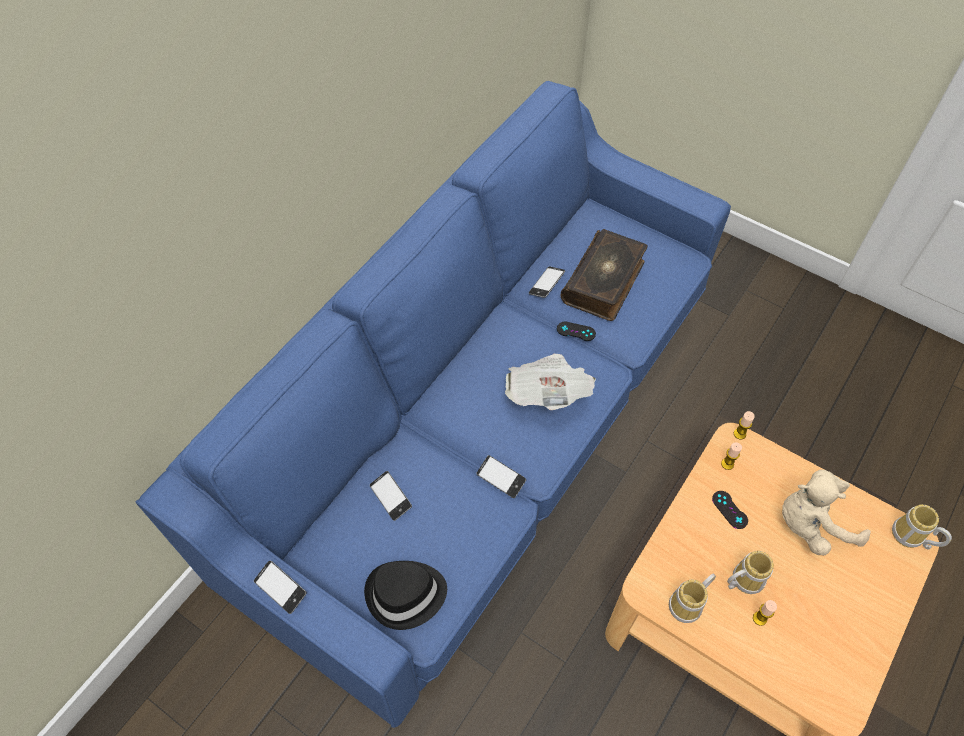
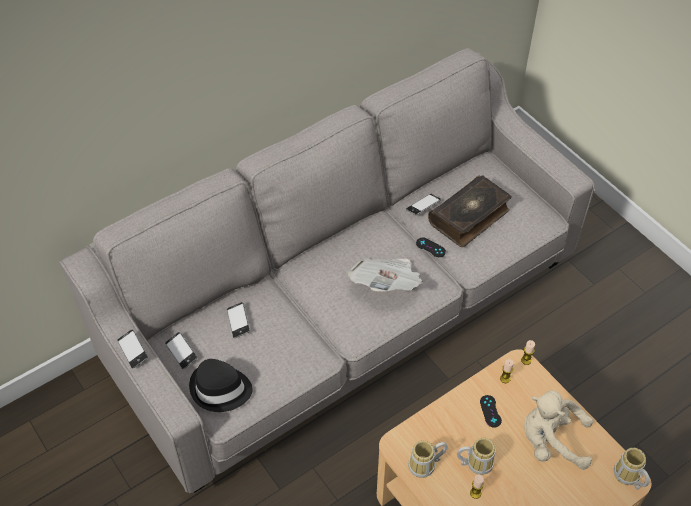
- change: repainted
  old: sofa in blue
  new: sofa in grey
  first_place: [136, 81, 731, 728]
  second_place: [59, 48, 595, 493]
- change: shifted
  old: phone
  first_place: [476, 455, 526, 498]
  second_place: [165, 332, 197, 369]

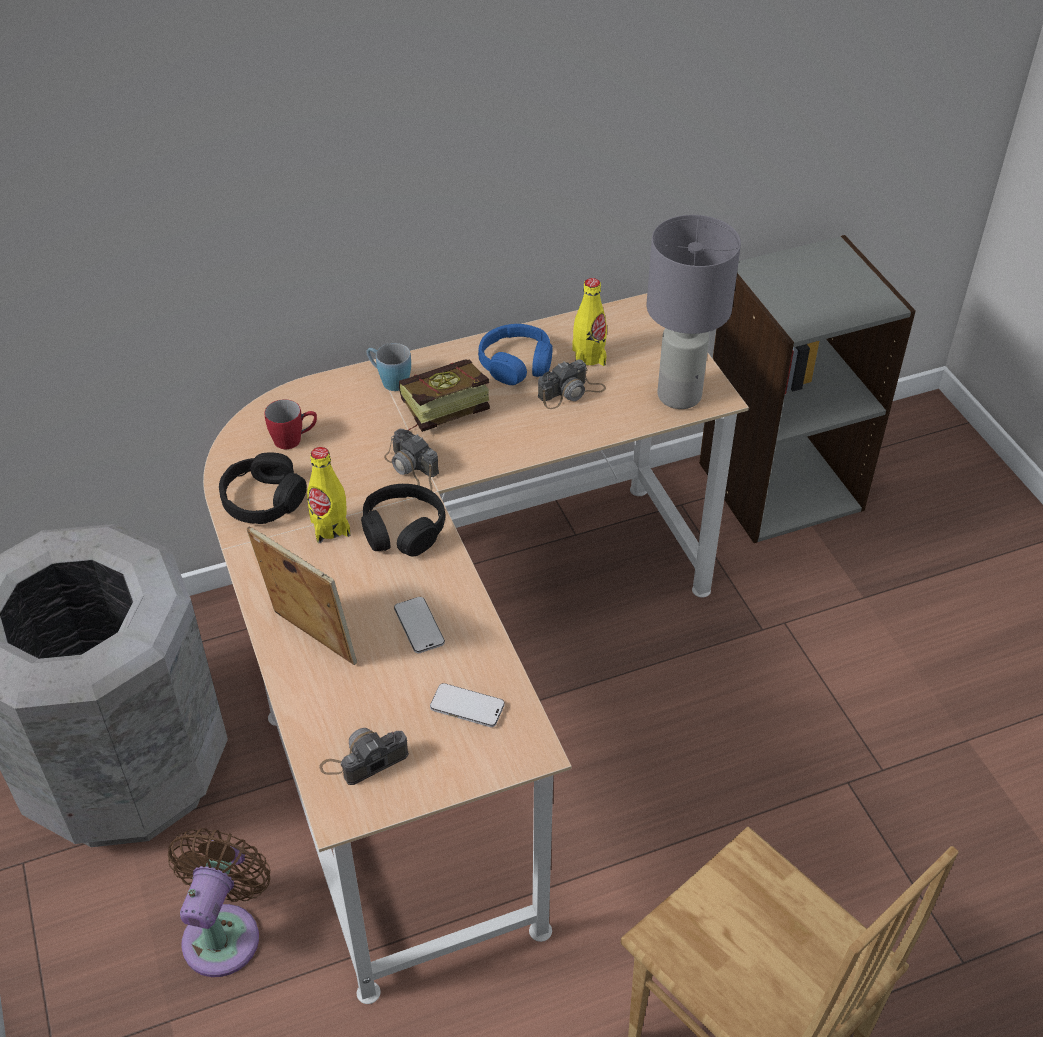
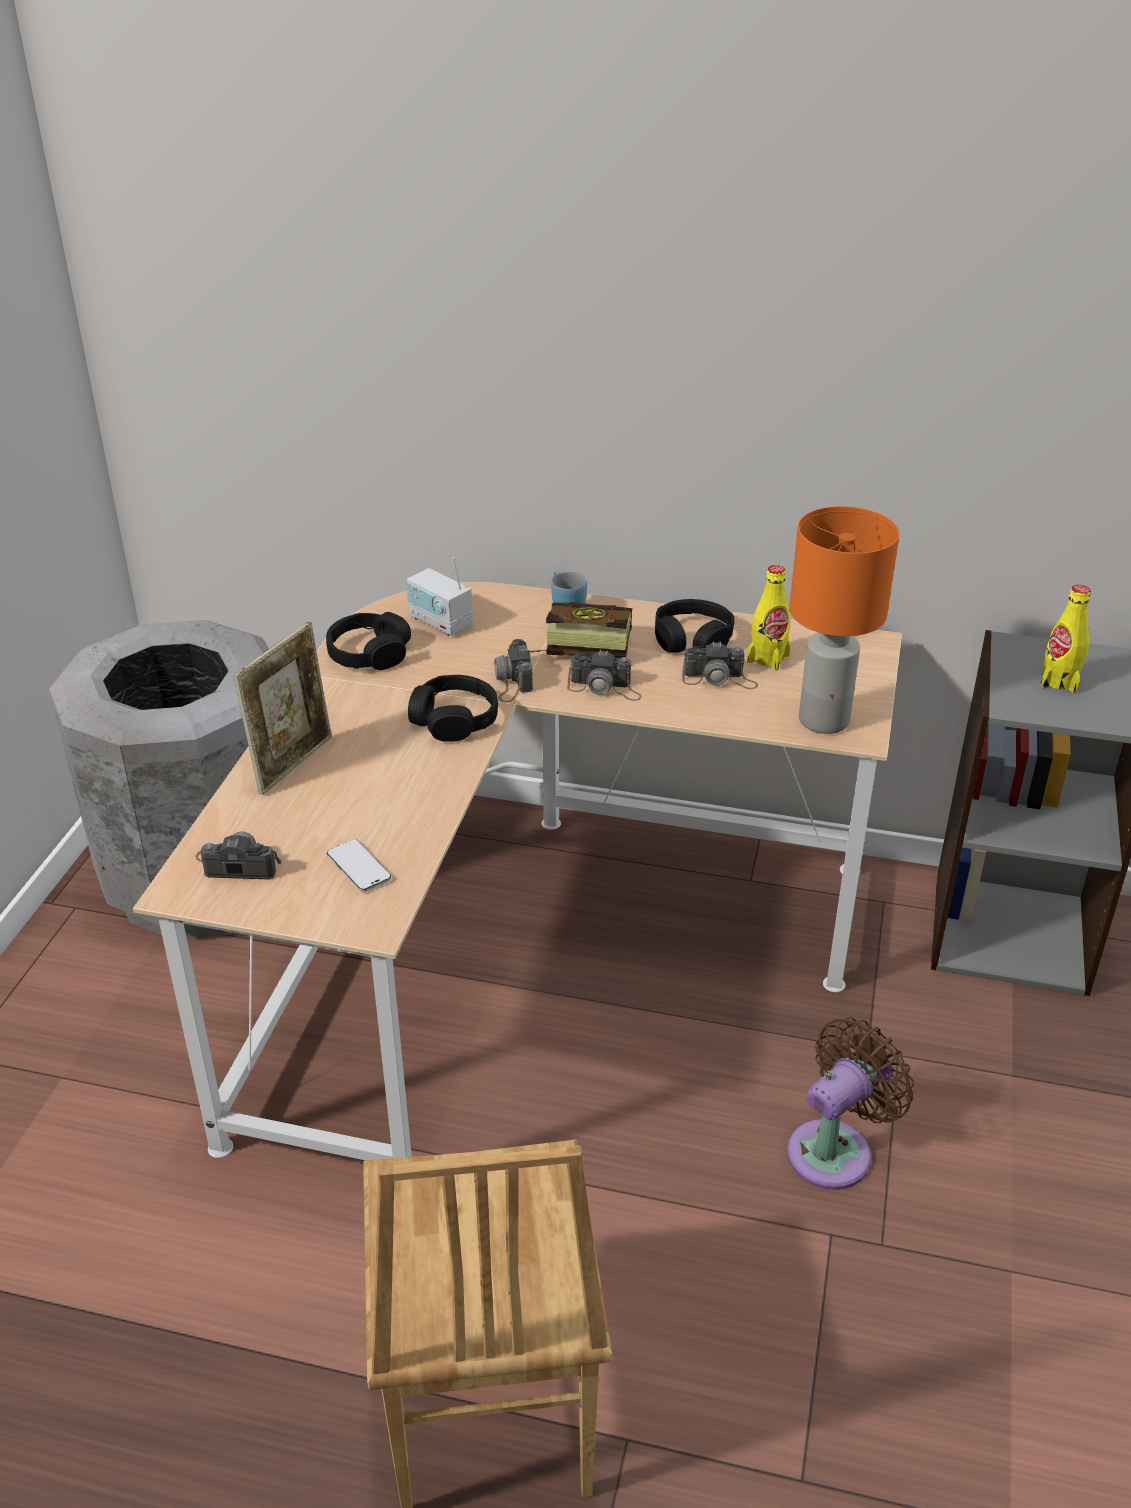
- change: rotated
  old: picture frame
  first_place: [247, 526, 357, 665]
  second_place: [233, 622, 332, 795]
  degrees: 45
- change: swapped
  old: mug in red
  new: radio
  first_place: [265, 400, 317, 449]
  second_place: [407, 557, 473, 636]
- change: new
  new: photo camera
  second_place: [567, 650, 642, 701]
- change: repainted
  old: headphones in blue
  new: headphones in black
  first_place: [478, 324, 553, 385]
  second_place: [655, 599, 734, 653]
- change: shifted
  old: fan in brown
  first_place: [168, 828, 270, 977]
  second_place: [787, 1017, 914, 1190]
- change: repainted
  old: table lamp in grey
  new: table lamp in orange
  first_place: [647, 215, 741, 409]
  second_place: [789, 506, 899, 734]
- change: shifted
  old: bottle in yellow
  first_place: [307, 447, 351, 543]
  second_place: [1041, 585, 1091, 693]
- change: gone
  old: phone
  first_place: [394, 597, 445, 653]

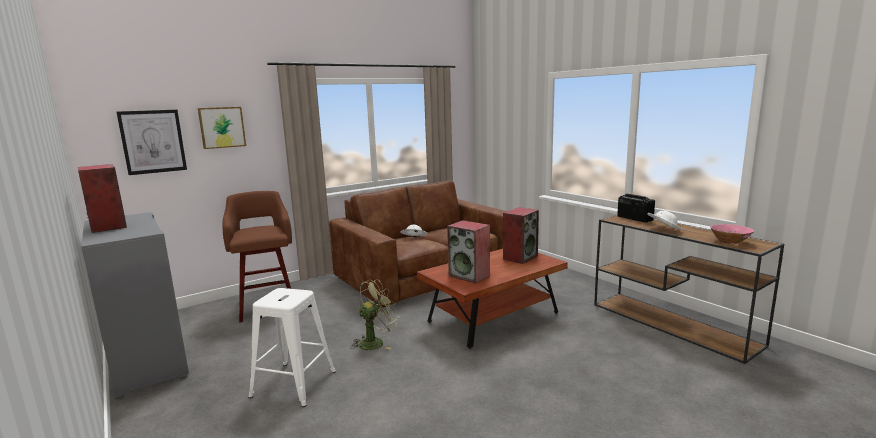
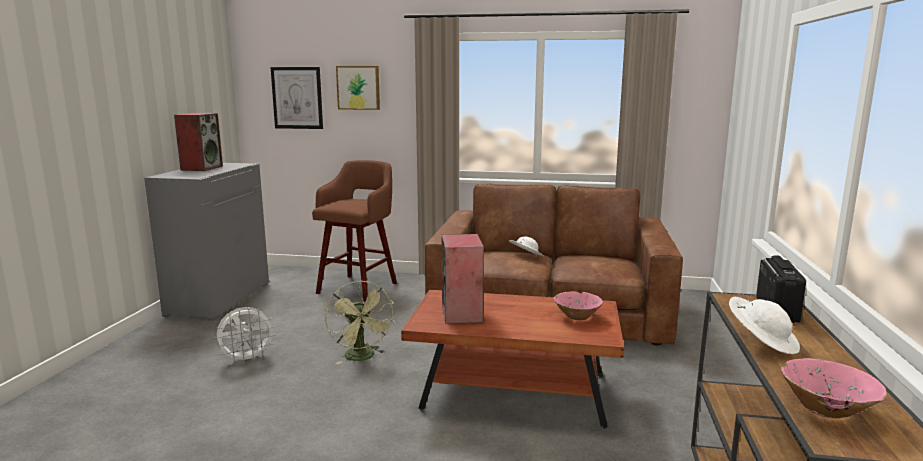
- change: swapped
  old: stool in white
  new: fan in white
  first_place: [248, 288, 336, 407]
  second_place: [214, 307, 277, 364]
- change: rotated
  old: fan in green
  first_place: [350, 279, 399, 350]
  second_place: [325, 281, 395, 364]
  degrees: 60
- change: swapped
  old: speaker
  new: bowl in pink
  first_place: [503, 207, 539, 264]
  second_place: [554, 291, 603, 320]

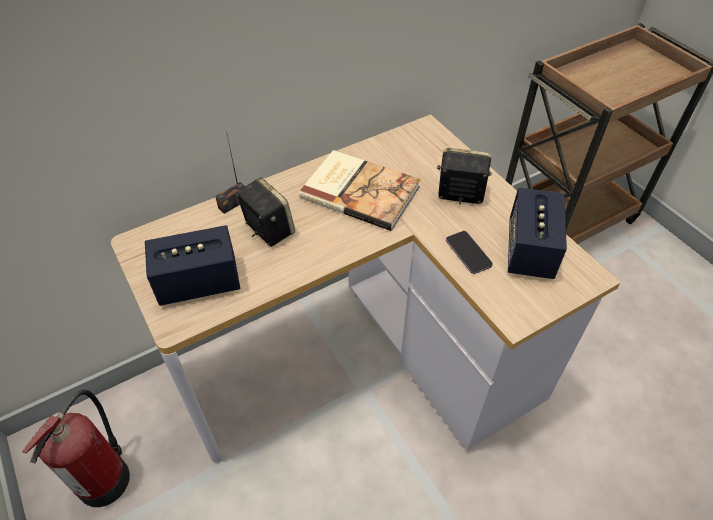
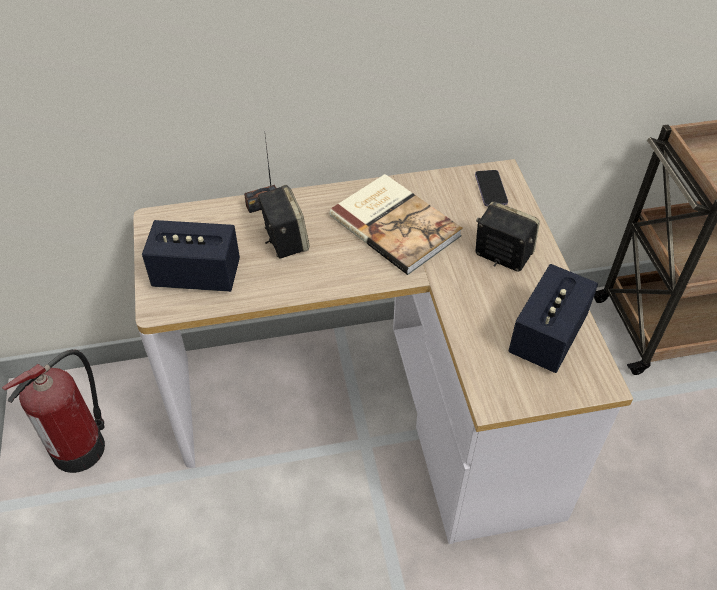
- change: shifted
  old: phone
  first_place: [446, 231, 493, 274]
  second_place: [475, 170, 508, 206]

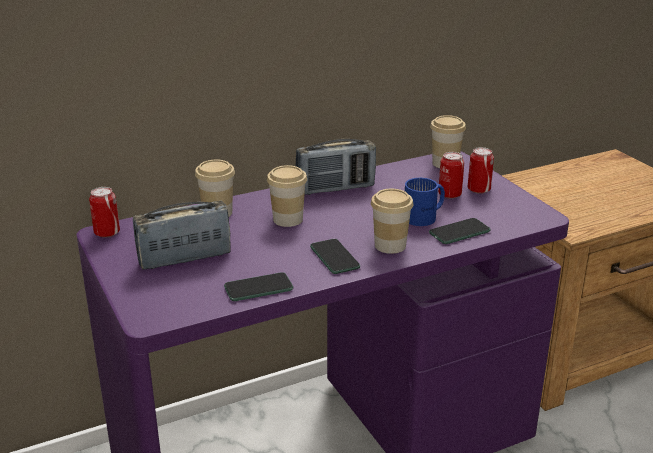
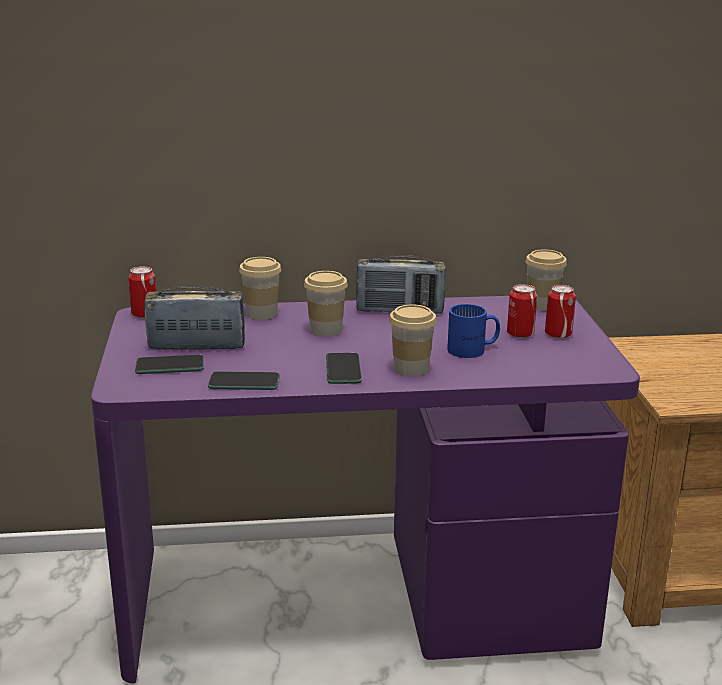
- change: shifted
  old: phone
  first_place: [429, 218, 490, 244]
  second_place: [135, 355, 204, 374]

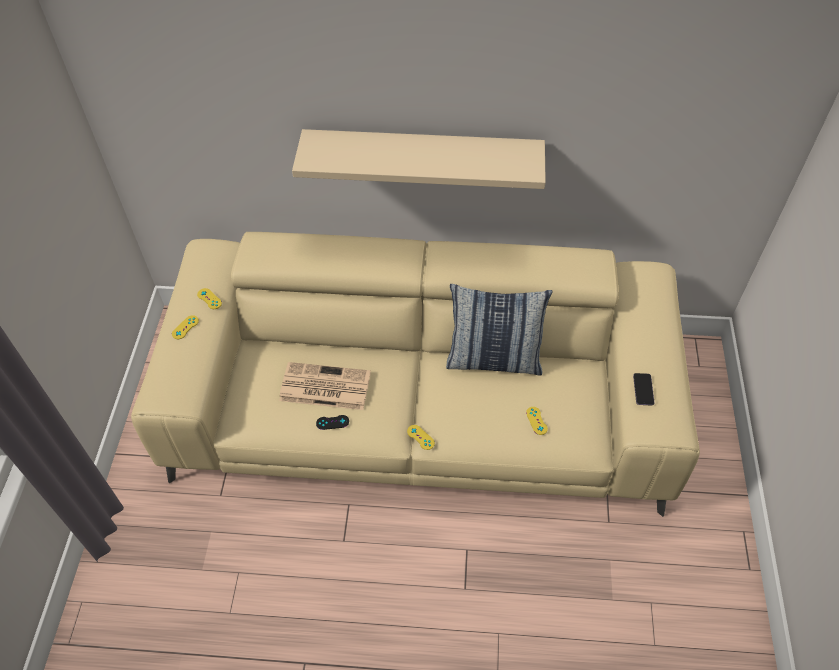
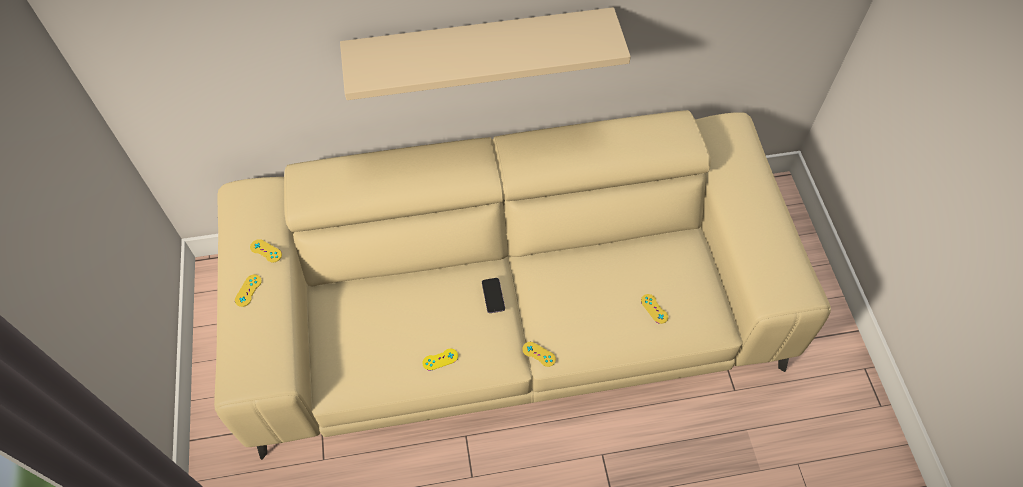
- change: repainted
  old: game controller in black
  new: game controller in yellow
  first_place: [316, 415, 349, 430]
  second_place: [422, 349, 458, 371]
- change: shifted
  old: phone
  first_place: [633, 373, 654, 406]
  second_place: [482, 278, 505, 313]
- change: gone
  old: newspaper
  first_place: [279, 362, 371, 410]
- change: gone
  old: pillow
  first_place: [446, 284, 553, 375]

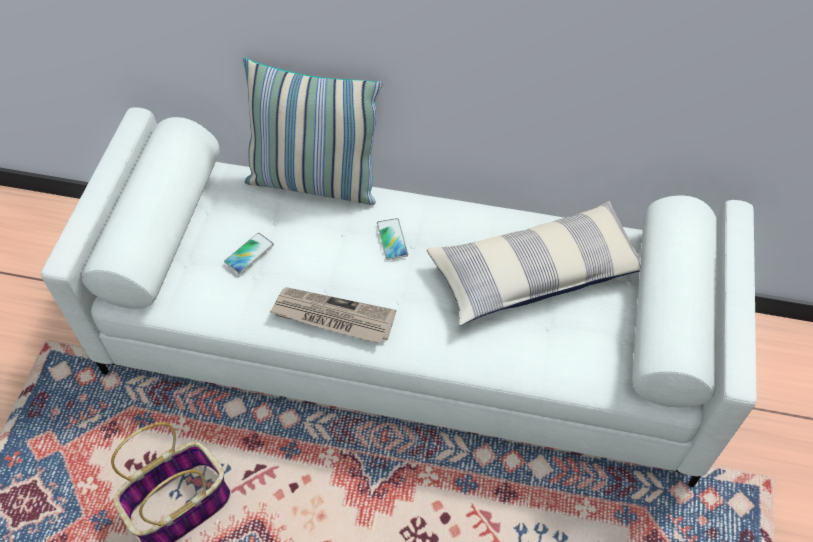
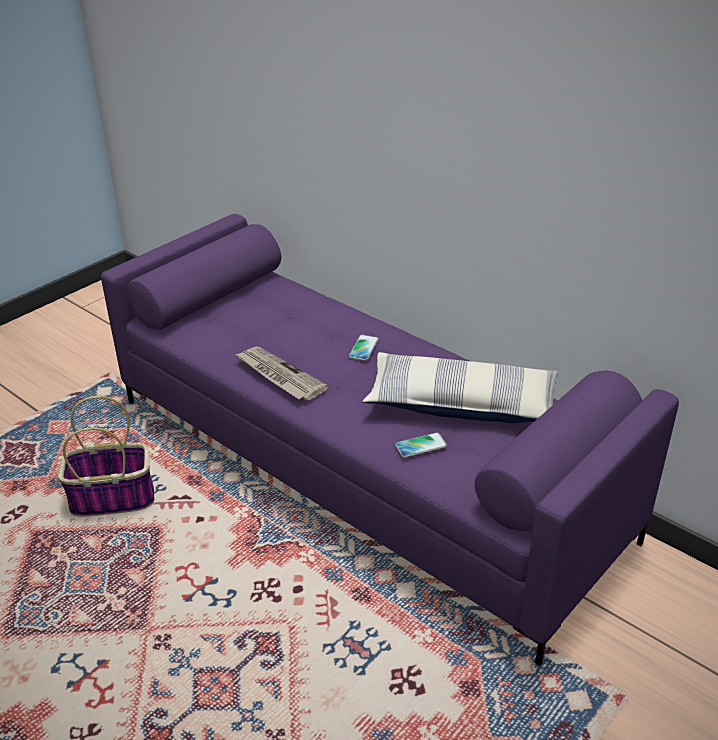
- change: repainted
  old: sofa in white
  new: sofa in purple
  first_place: [41, 107, 757, 487]
  second_place: [101, 214, 679, 666]
- change: shifted
  old: phone
  first_place: [224, 233, 274, 274]
  second_place: [395, 432, 447, 458]
- change: gone
  old: pillow
  first_place: [243, 57, 383, 205]

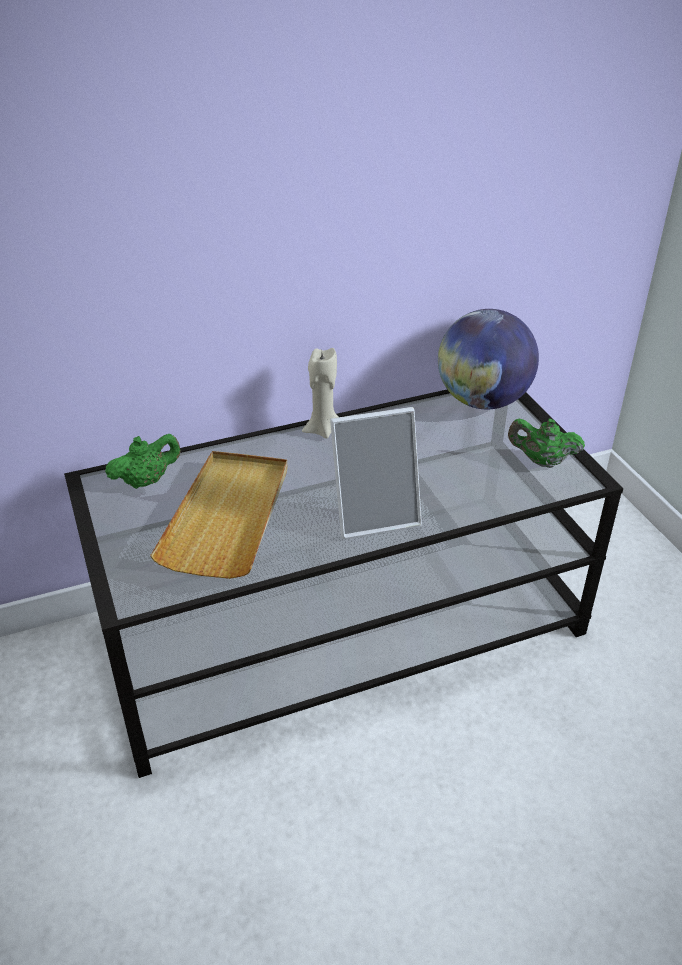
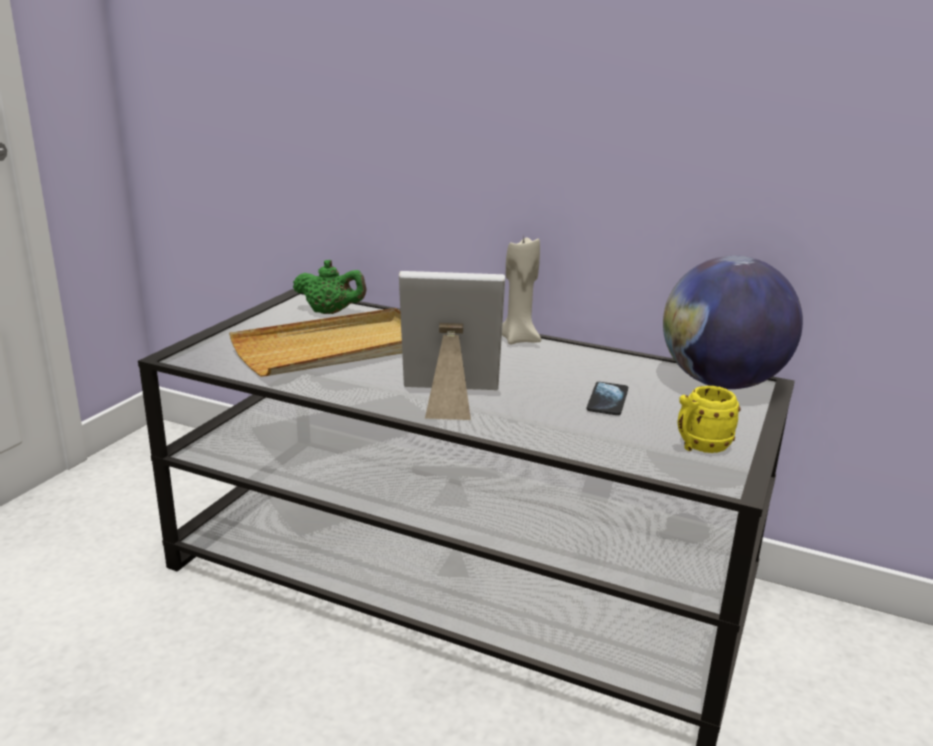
- change: rotated
  old: picture frame
  first_place: [330, 407, 422, 539]
  second_place: [399, 271, 505, 420]
  degrees: 150
- change: new
  new: phone
  second_place: [587, 382, 628, 415]
- change: swapped
  old: teapot in green
  new: mug in yellow
  first_place: [508, 419, 585, 468]
  second_place: [677, 386, 741, 453]

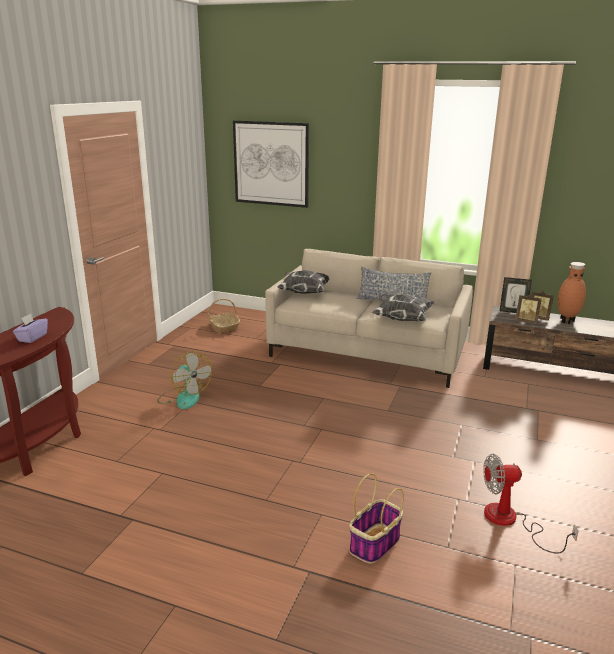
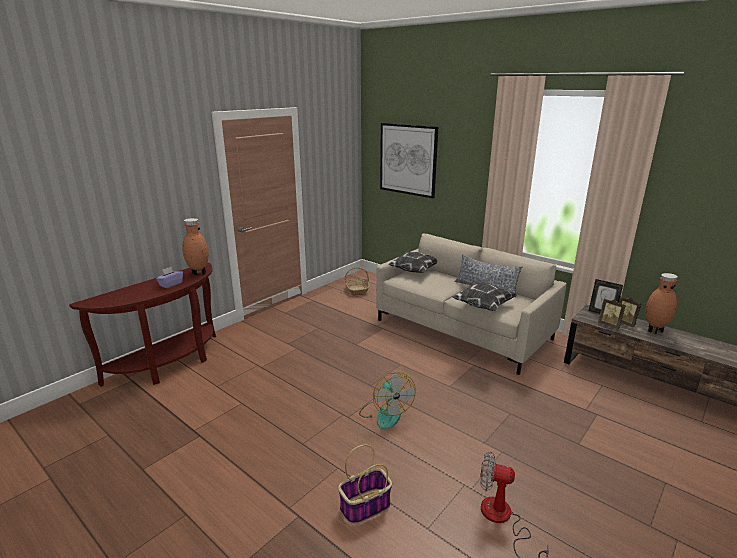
- change: new
  new: vase in brown
  second_place: [182, 218, 209, 275]
- change: shifted
  old: fan
  first_place: [157, 351, 212, 409]
  second_place: [359, 372, 416, 430]

